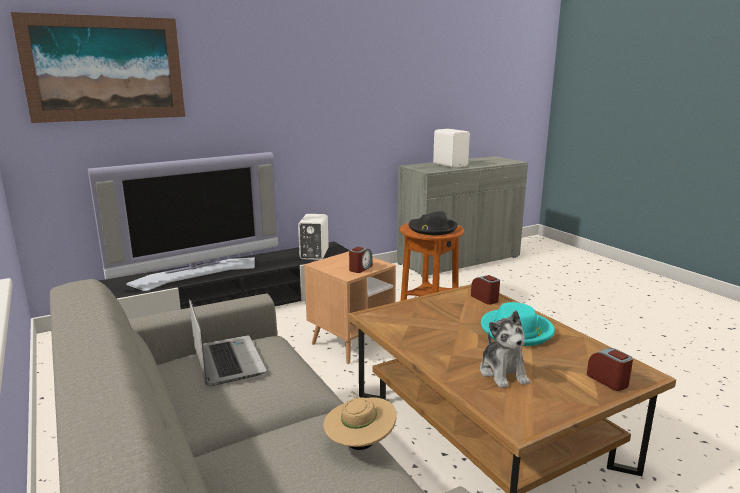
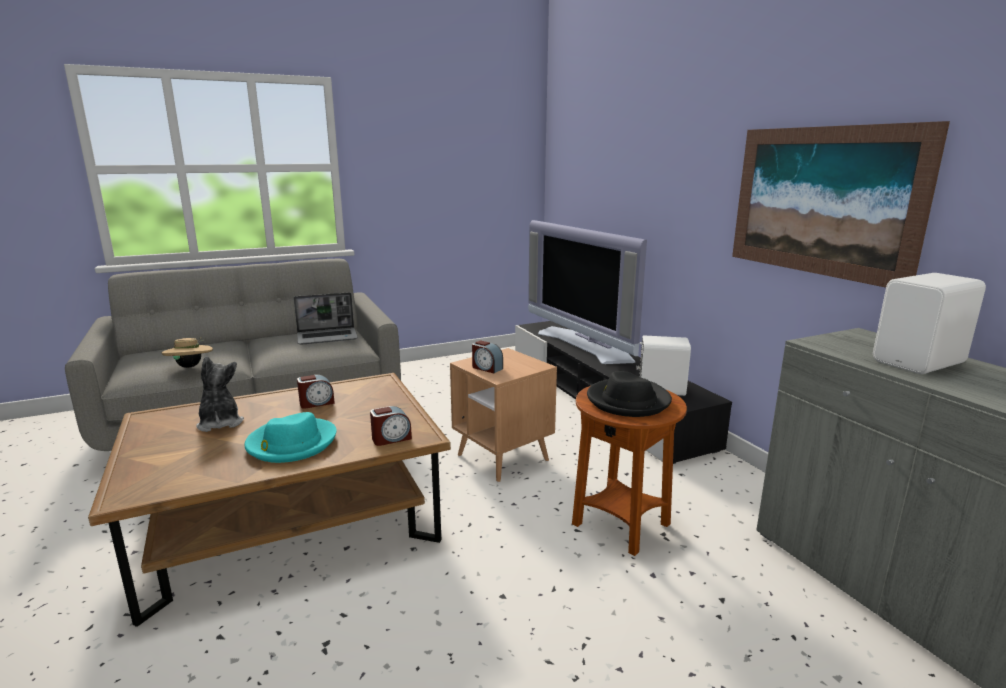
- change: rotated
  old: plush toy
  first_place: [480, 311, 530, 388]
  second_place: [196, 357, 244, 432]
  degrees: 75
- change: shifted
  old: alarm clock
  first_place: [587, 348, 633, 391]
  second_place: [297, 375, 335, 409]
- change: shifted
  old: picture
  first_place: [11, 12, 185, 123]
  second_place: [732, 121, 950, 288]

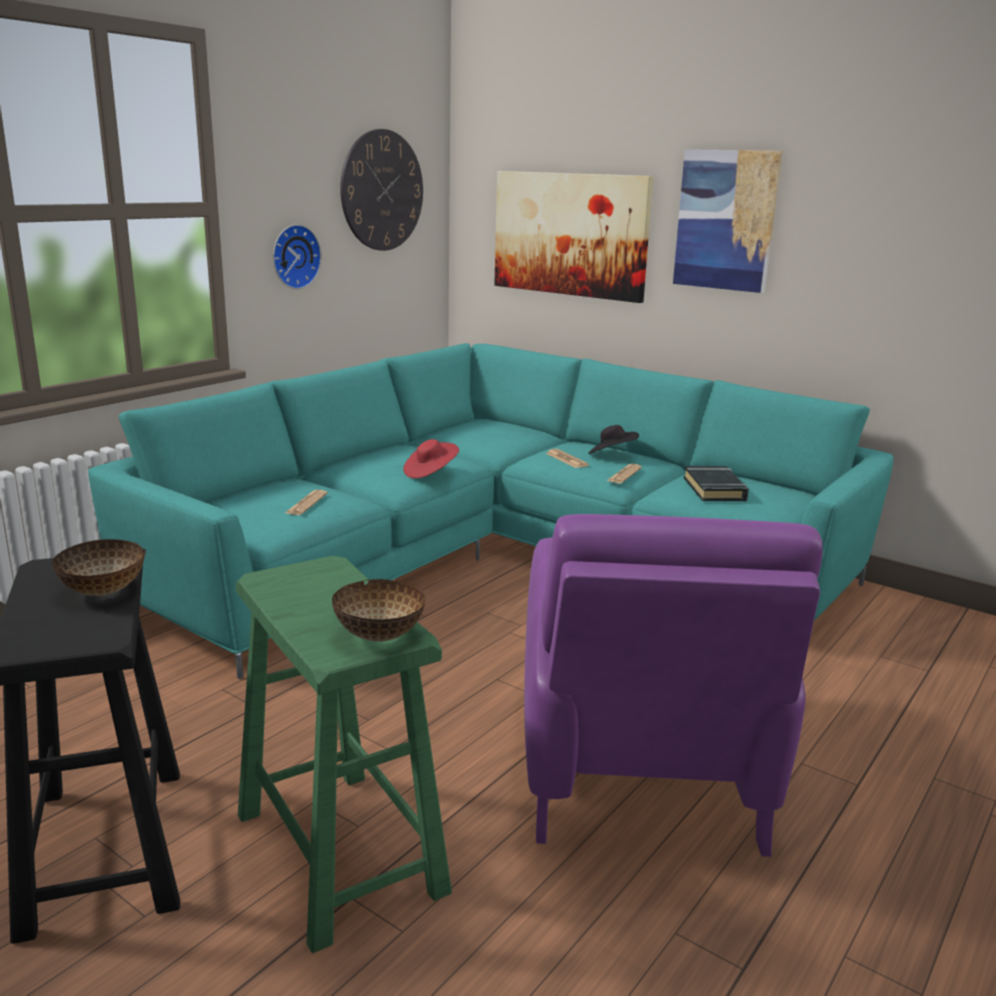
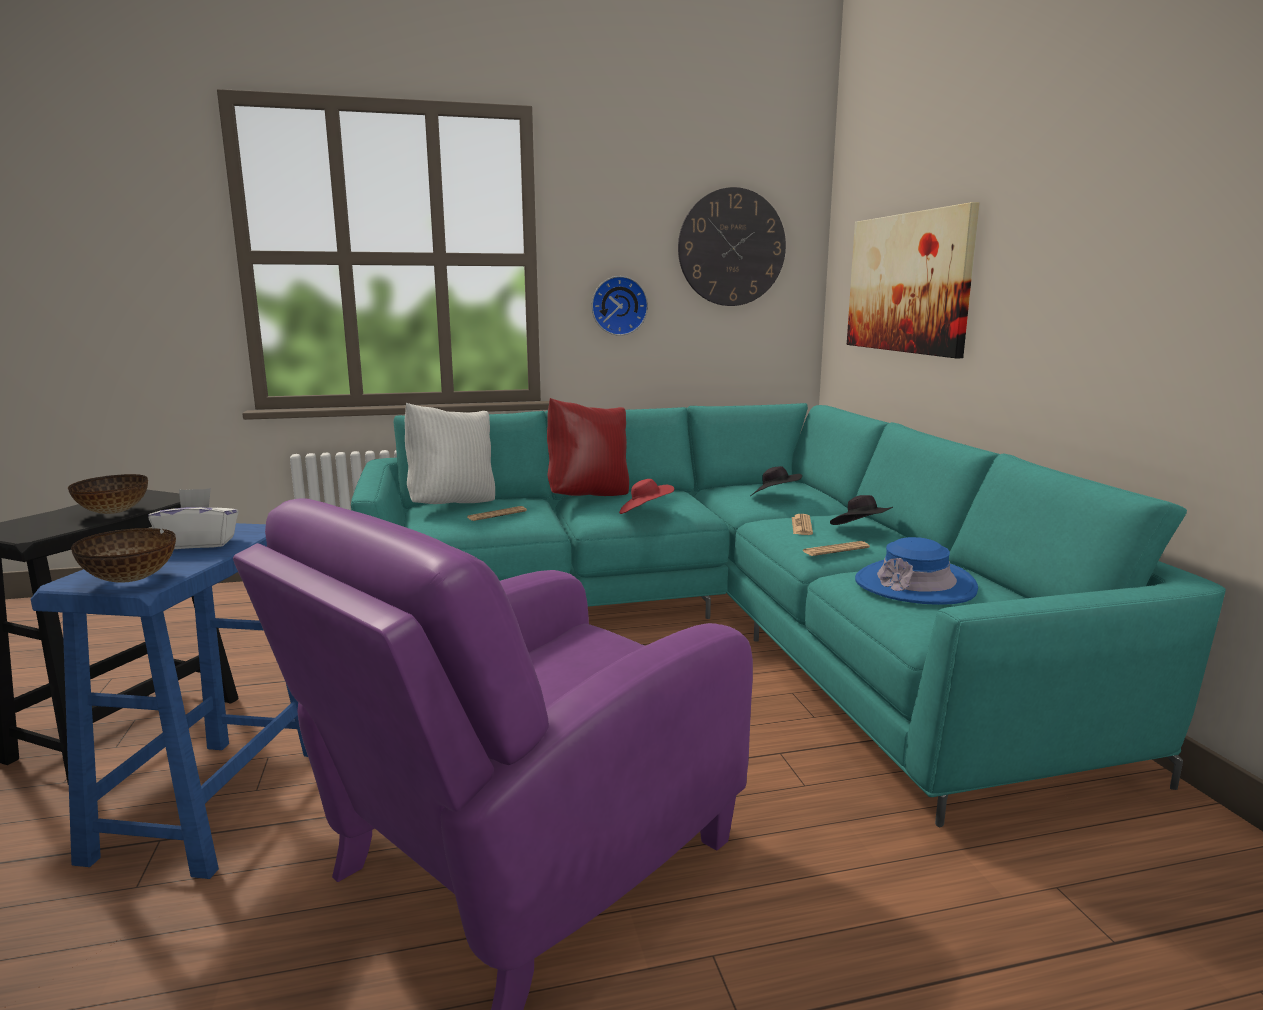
- change: repainted
  old: stool in green
  new: stool in blue
  first_place: [235, 556, 452, 953]
  second_place: [31, 523, 308, 879]
- change: new
  new: tissue box in white
  second_place: [148, 488, 239, 549]
- change: new
  new: pillow in white
  second_place: [405, 403, 495, 504]
- change: new
  new: pillow in red
  second_place: [547, 398, 629, 496]
- change: new
  new: hat in black
  second_place: [750, 466, 802, 496]
- change: swapped
  old: book in black
  new: hat in blue
  first_place: [684, 466, 749, 501]
  second_place: [855, 537, 978, 605]
- change: gone
  old: picture
  first_place: [673, 149, 782, 293]

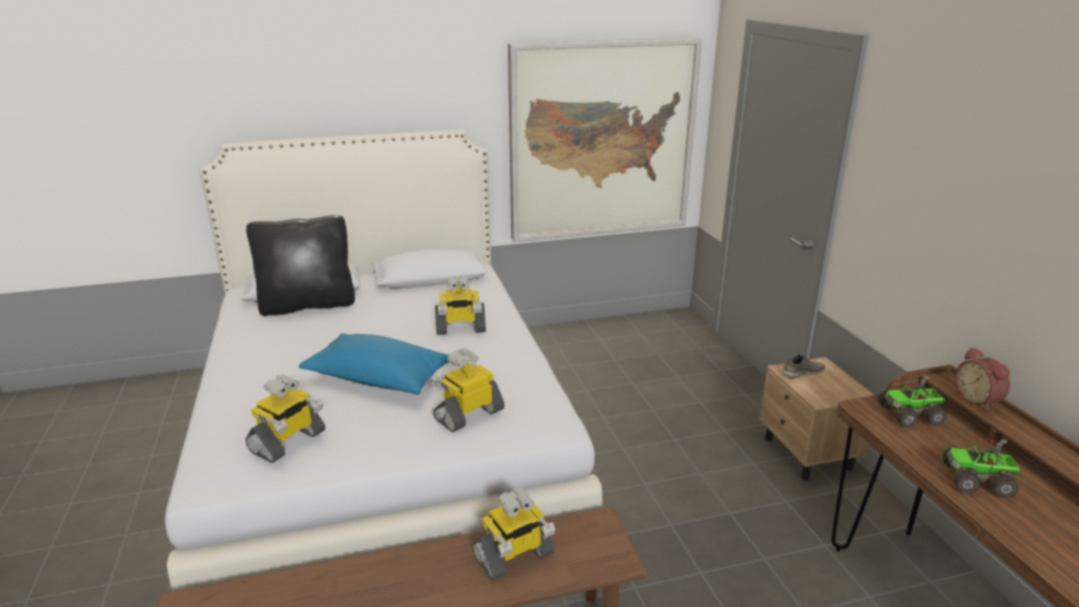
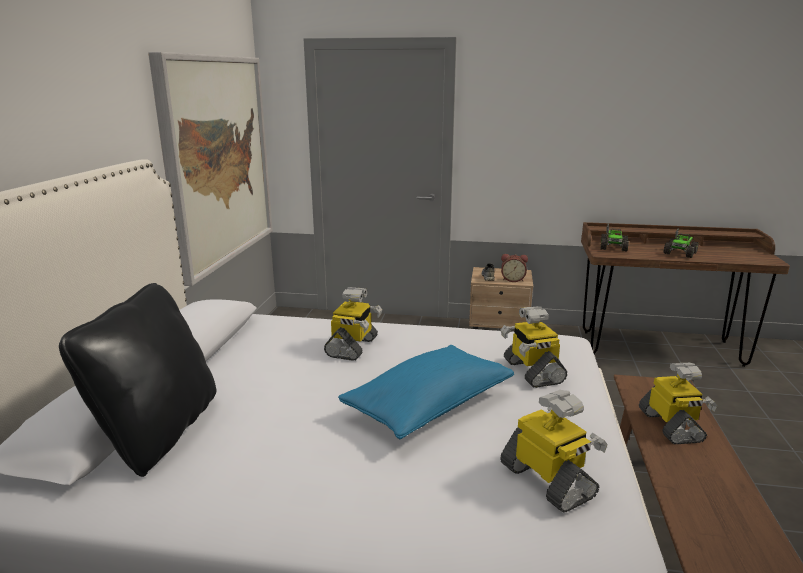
- change: shifted
  old: alarm clock
  first_place: [955, 347, 1010, 411]
  second_place: [501, 254, 528, 282]

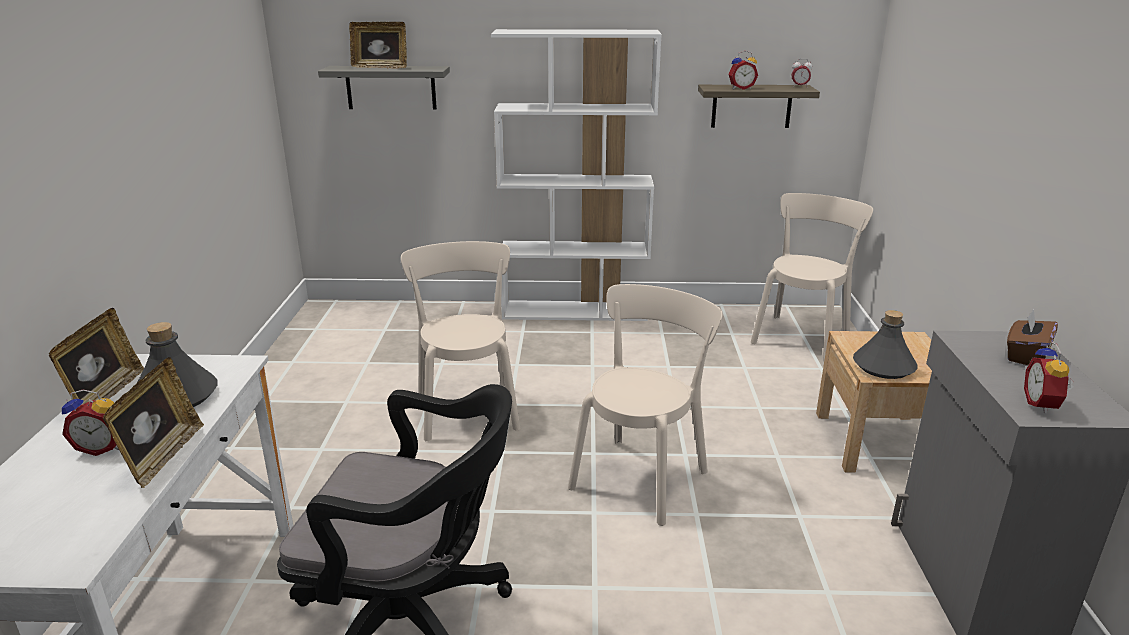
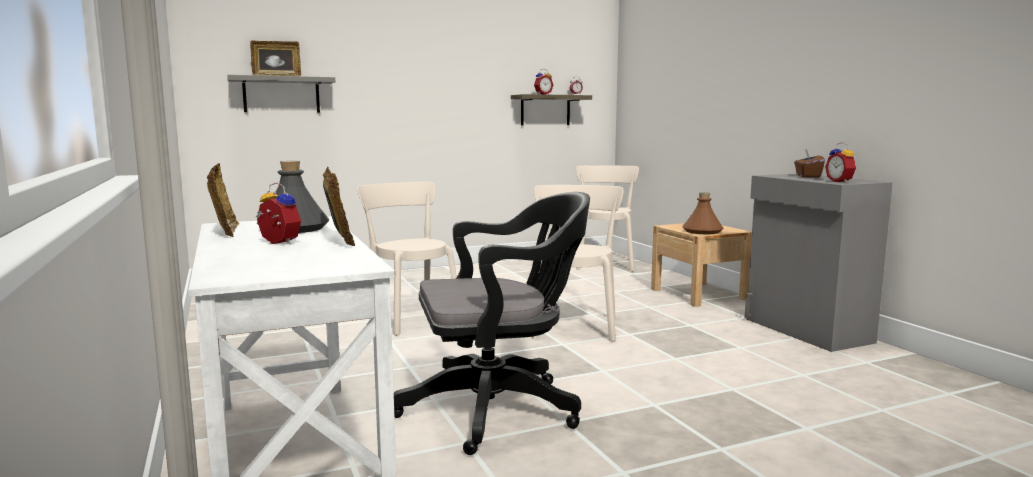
- change: rotated
  old: alarm clock
  first_place: [62, 389, 119, 456]
  second_place: [256, 182, 301, 244]
  degrees: -120
- change: repainted
  old: bottle in grey
  new: bottle in brown
  first_place: [853, 310, 917, 379]
  second_place: [683, 192, 724, 234]
- change: gone
  old: bookcase in white
  first_place: [491, 29, 662, 321]

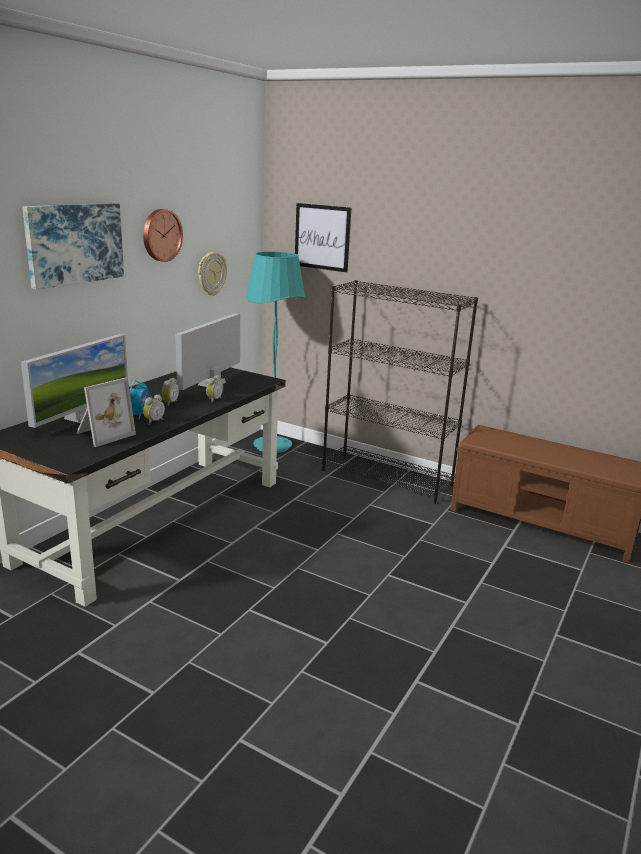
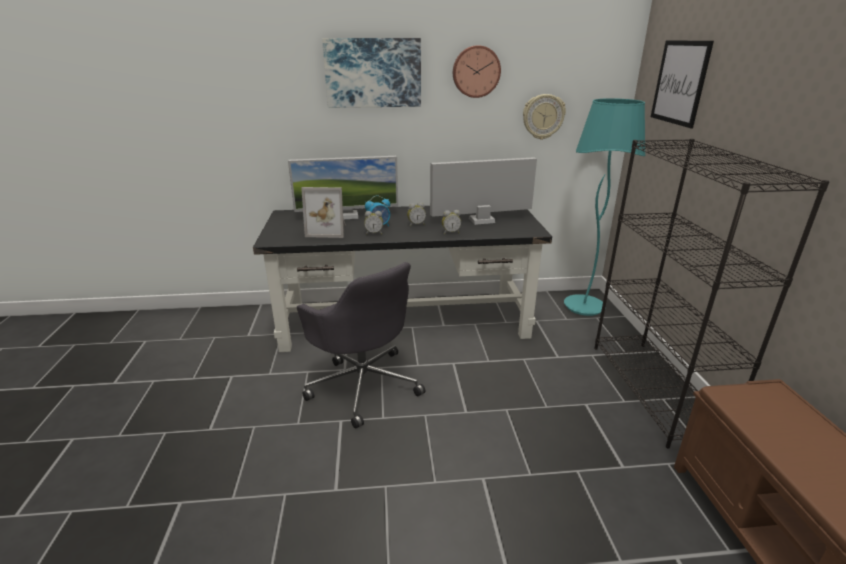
- change: new
  new: office chair in grey
  second_place: [297, 262, 425, 429]

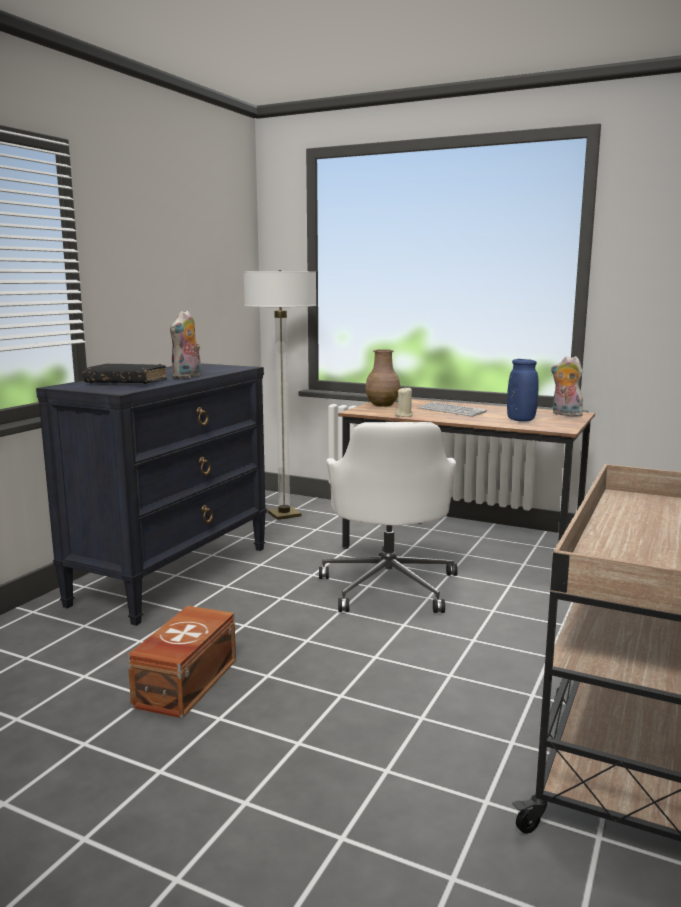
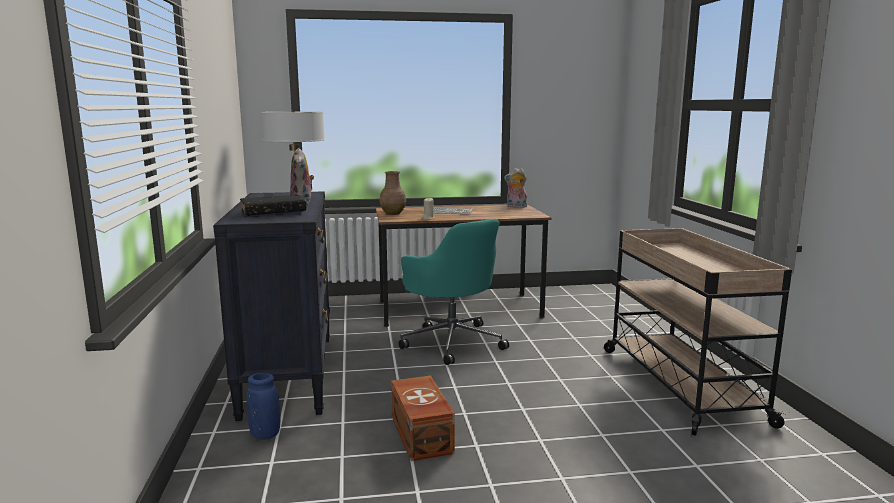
- change: shifted
  old: vase in blue
  first_place: [507, 359, 538, 422]
  second_place: [247, 373, 281, 440]
- change: repainted
  old: office chair in white
  new: office chair in turquoise
  first_place: [319, 422, 458, 613]
  second_place: [398, 219, 509, 365]

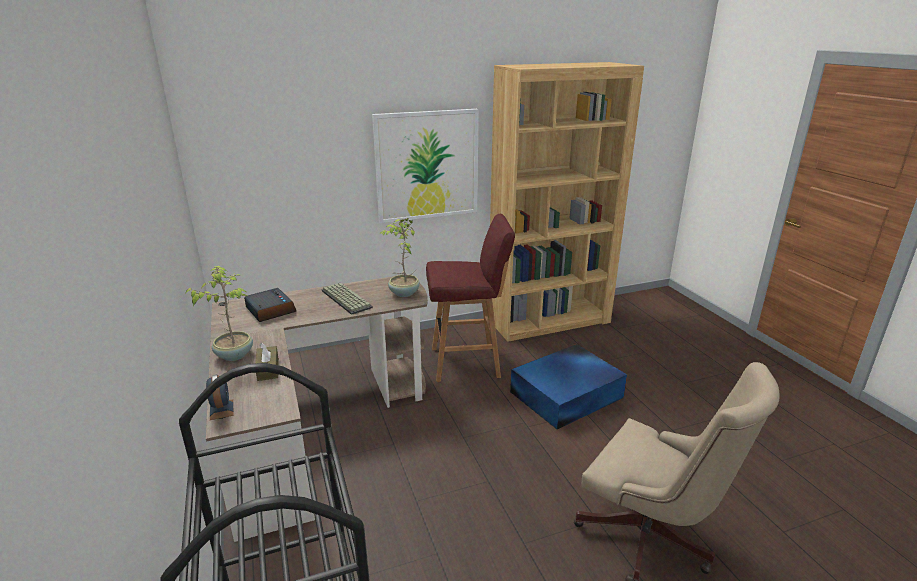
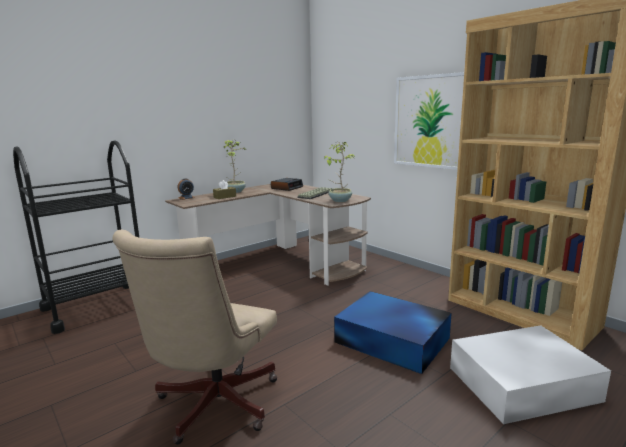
- change: new
  new: storage box in white
  second_place: [450, 325, 611, 424]
- change: gone
  old: stool in red
  first_place: [426, 214, 515, 382]

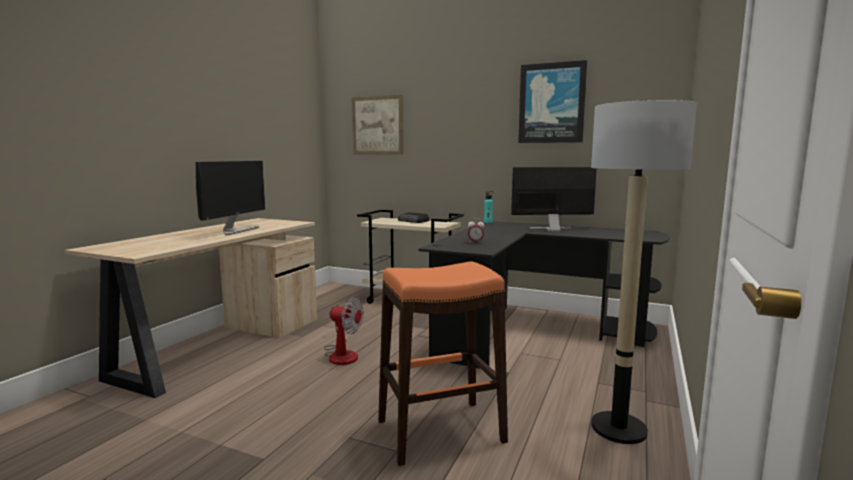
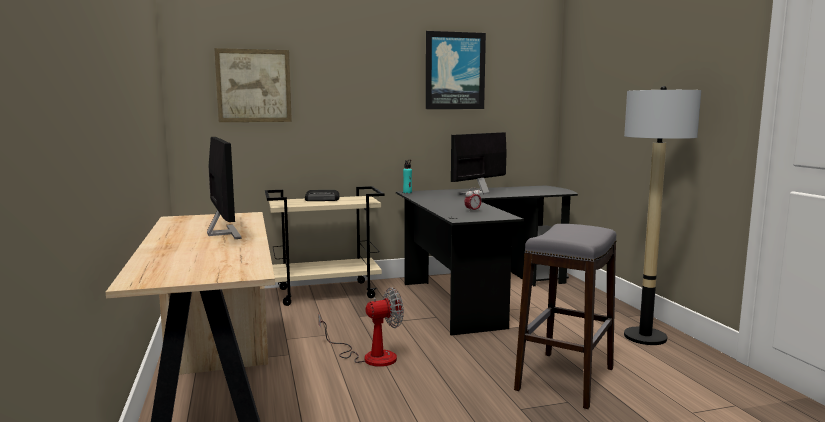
- change: repainted
  old: stool in orange
  new: stool in grey
  first_place: [378, 261, 508, 466]
  second_place: [514, 224, 616, 409]

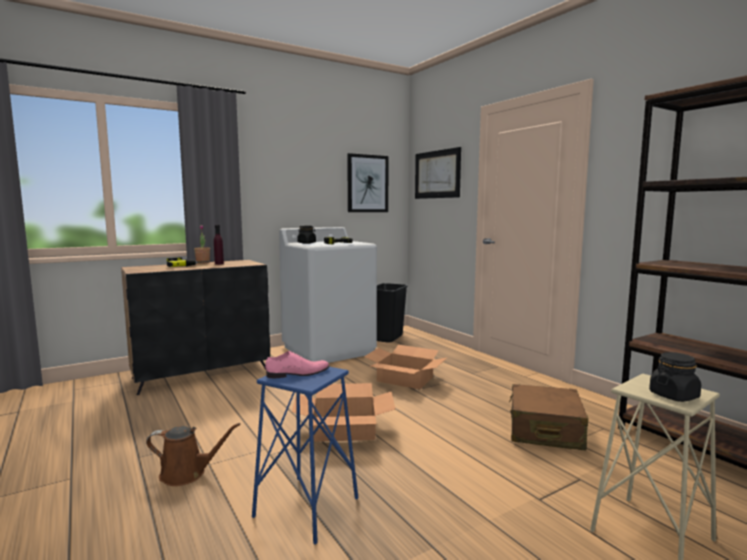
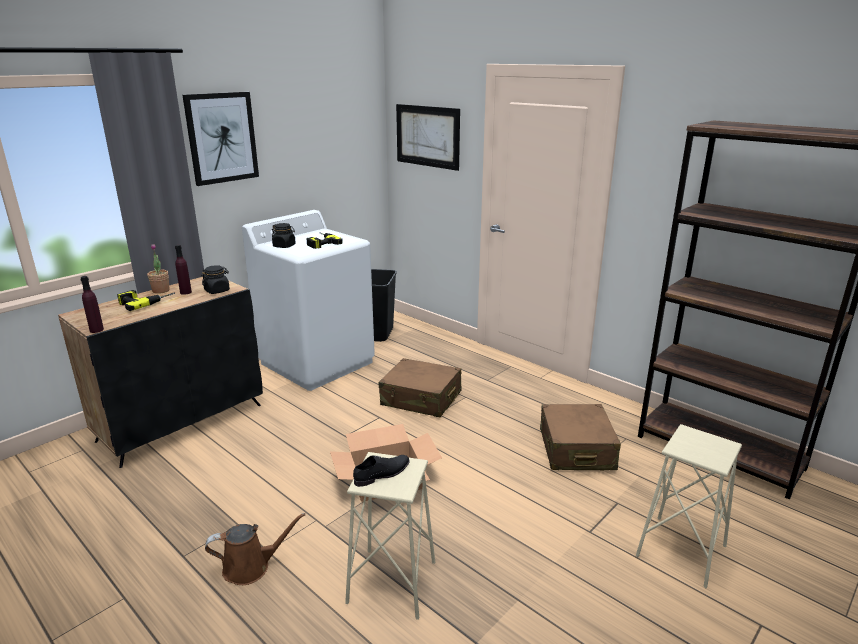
- change: new
  new: bottle in purple
  second_place: [81, 276, 104, 333]
- change: shifted
  old: picture
  first_place: [347, 153, 389, 212]
  second_place: [182, 92, 259, 186]
- change: shifted
  old: jar in black
  first_place: [649, 352, 701, 402]
  second_place: [201, 265, 230, 294]
- change: repainted
  old: stool in blue
  new: stool in beige
  first_place: [252, 367, 358, 545]
  second_place: [345, 452, 435, 620]
- change: repainted
  old: shoe in pink
  new: shoe in black
  first_place: [265, 351, 329, 378]
  second_place: [353, 455, 410, 487]
- change: swapped
  old: cardboard box
  new: suitcase in brown
  first_place: [364, 345, 447, 389]
  second_place: [379, 358, 462, 417]

